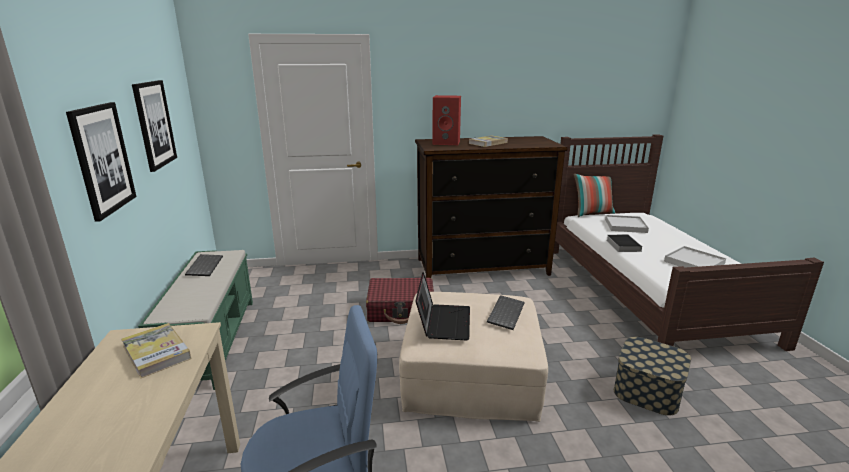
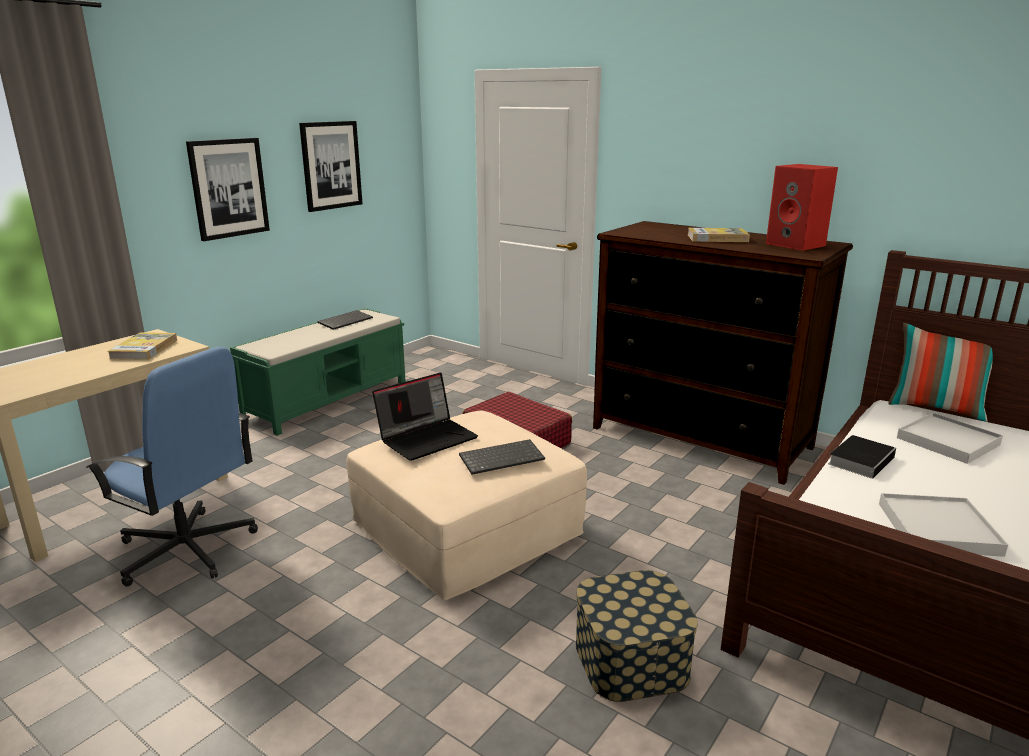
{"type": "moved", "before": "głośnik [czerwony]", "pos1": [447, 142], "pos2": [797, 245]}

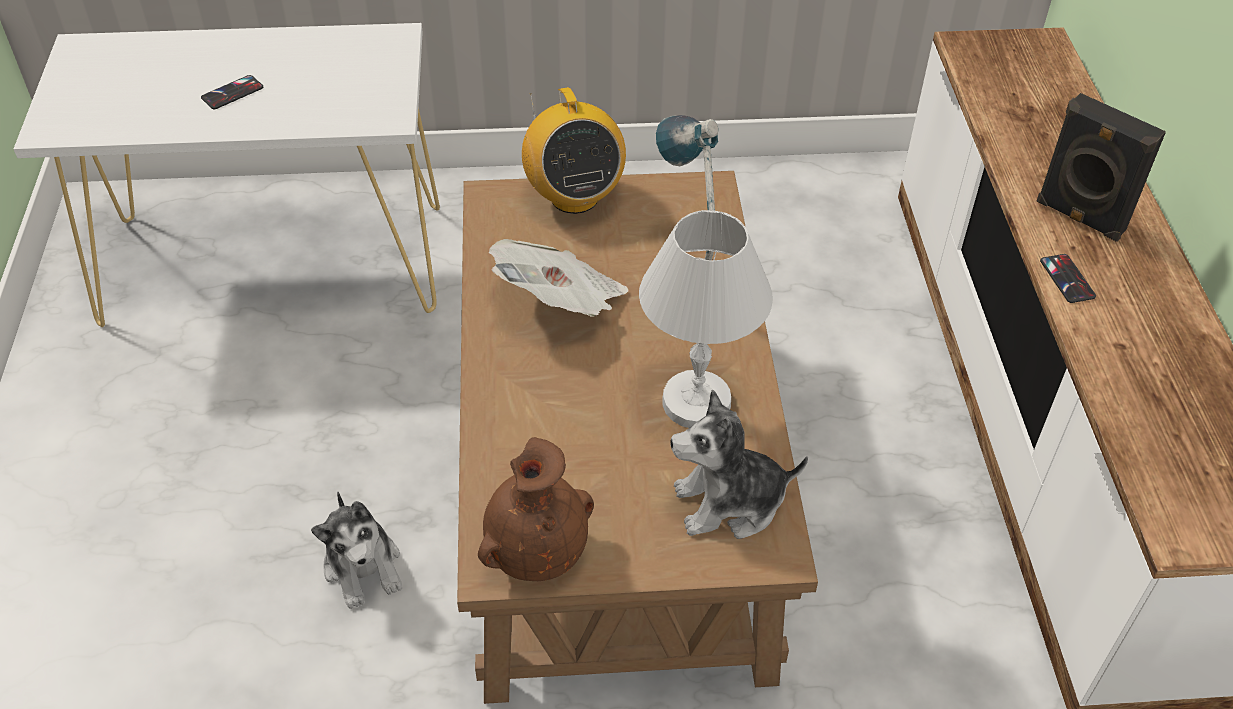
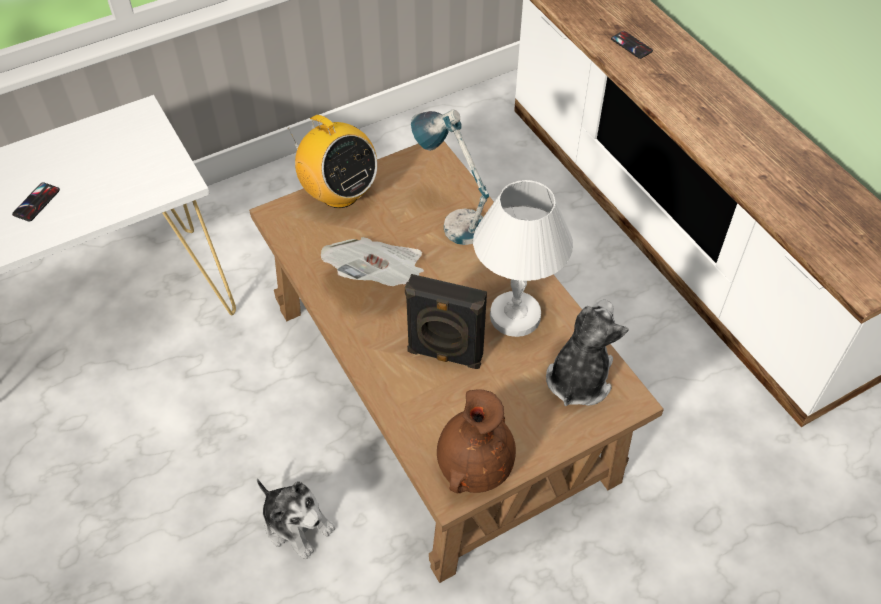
{"type": "moved", "before": "głośnik [czarny]", "pos1": [1079, 218], "pos2": [444, 355]}
{"type": "moved", "before": "telefon", "pos1": [1067, 279], "pos2": [631, 45]}
{"type": "turned", "before": "pluszak", "pos1": [729, 503], "pos2": [578, 378], "turn": 150}

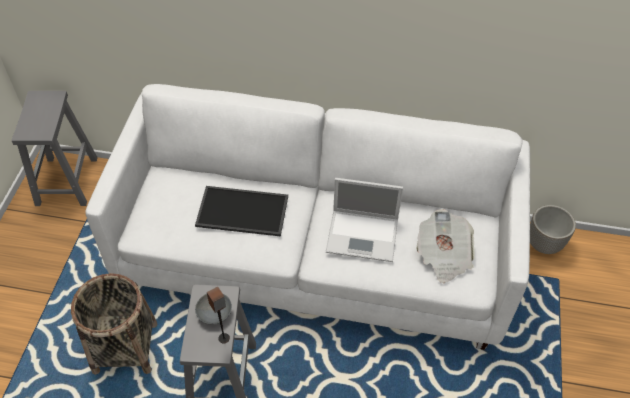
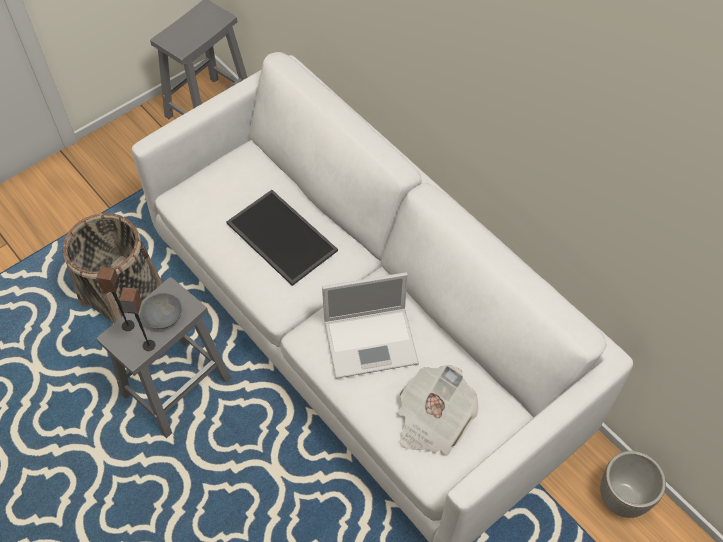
{"type": "turned", "before": "laptop", "pos1": [364, 235], "pos2": [372, 341], "turn": -60}
{"type": "added", "after": "głośnik", "pos2": [127, 325]}

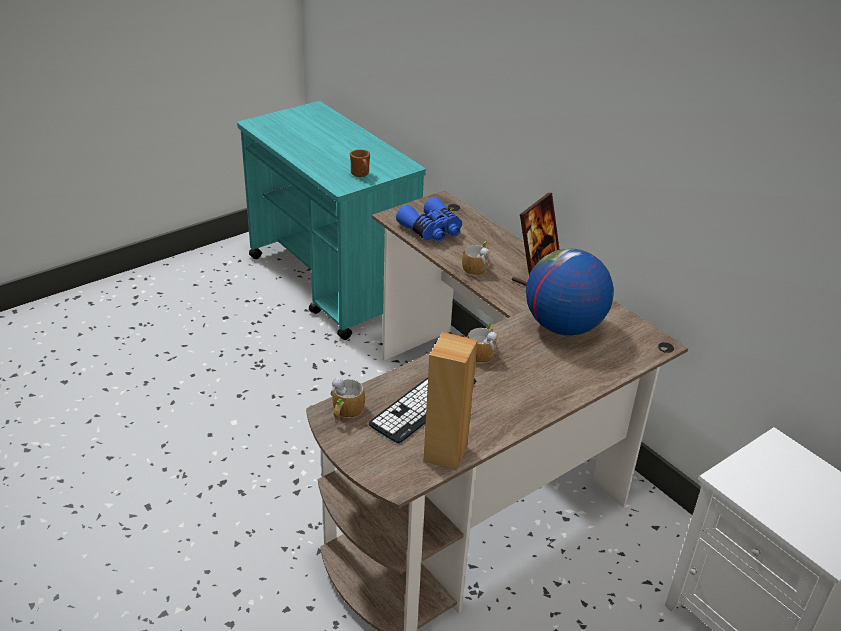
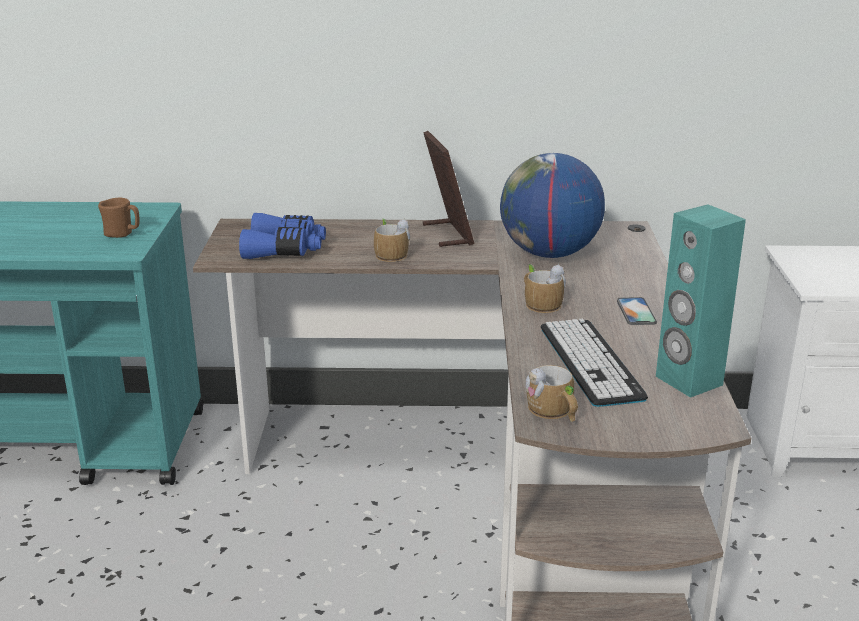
{"type": "recoloured", "before": "głośnik [brązowy]", "after": "głośnik [turkusowy]", "pos1": [445, 453], "pos2": [688, 381]}
{"type": "added", "after": "telefon", "pos2": [636, 312]}

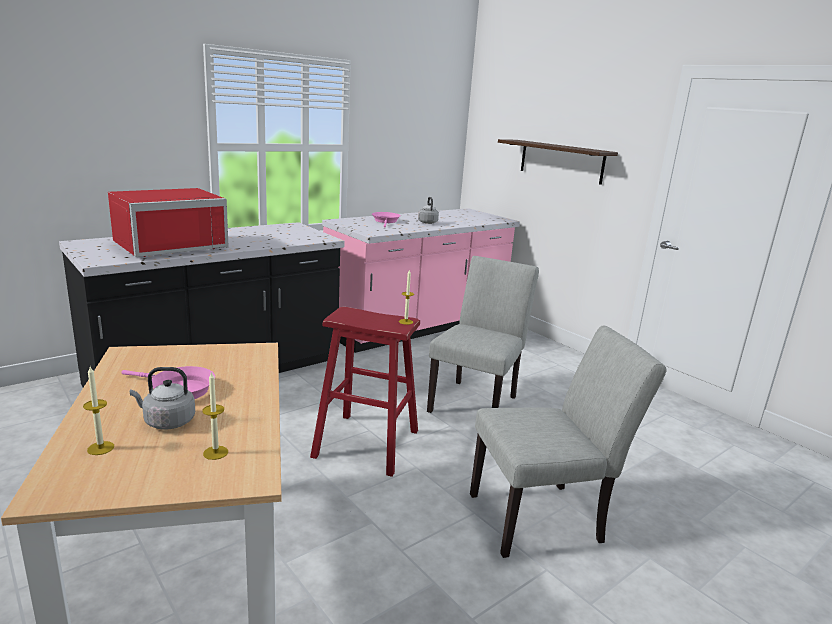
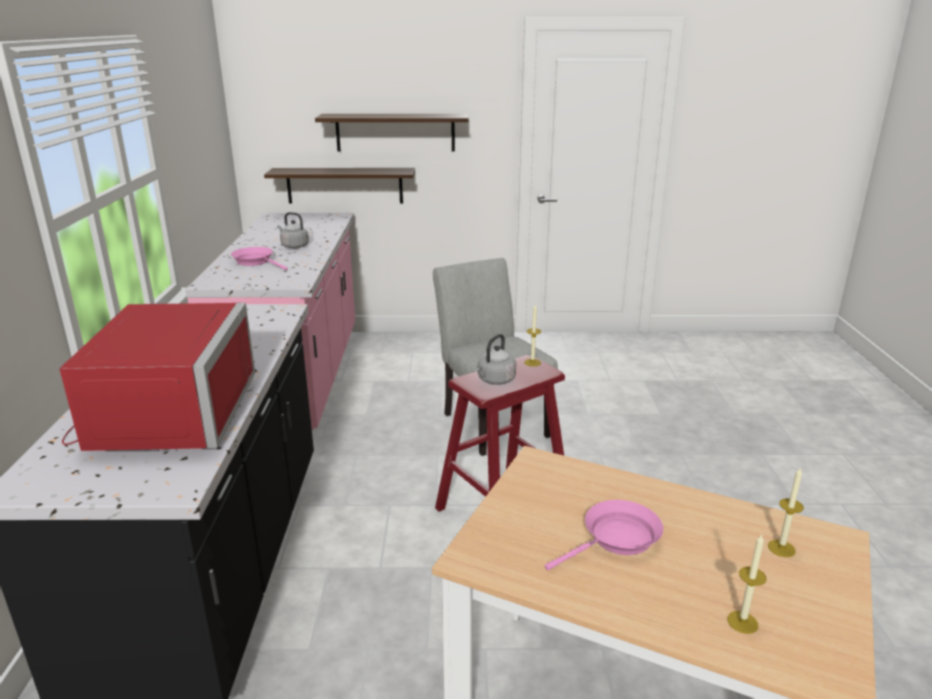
{"type": "removed", "before": "krzesło [szary]", "pos1": [545, 517]}
{"type": "moved", "before": "czajnik [szary]", "pos1": [167, 422], "pos2": [495, 380]}
{"type": "added", "after": "półka", "pos2": [344, 185]}

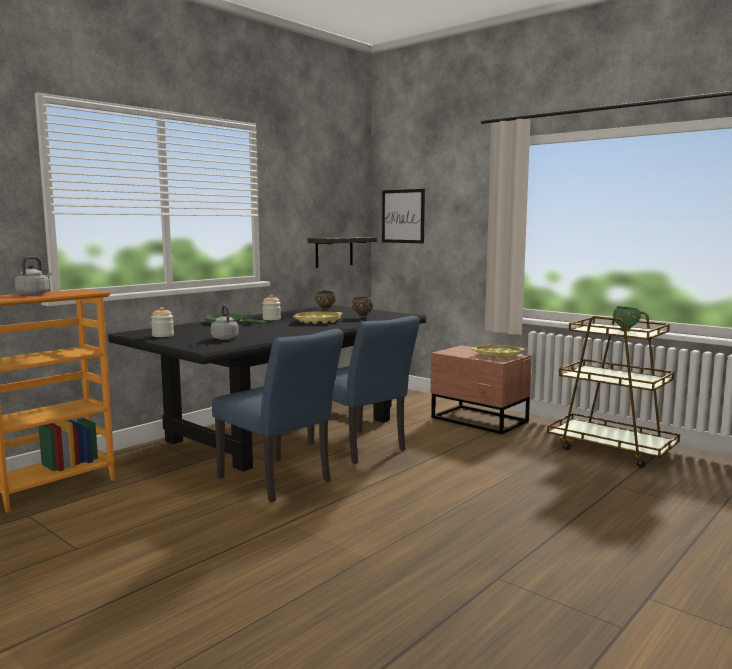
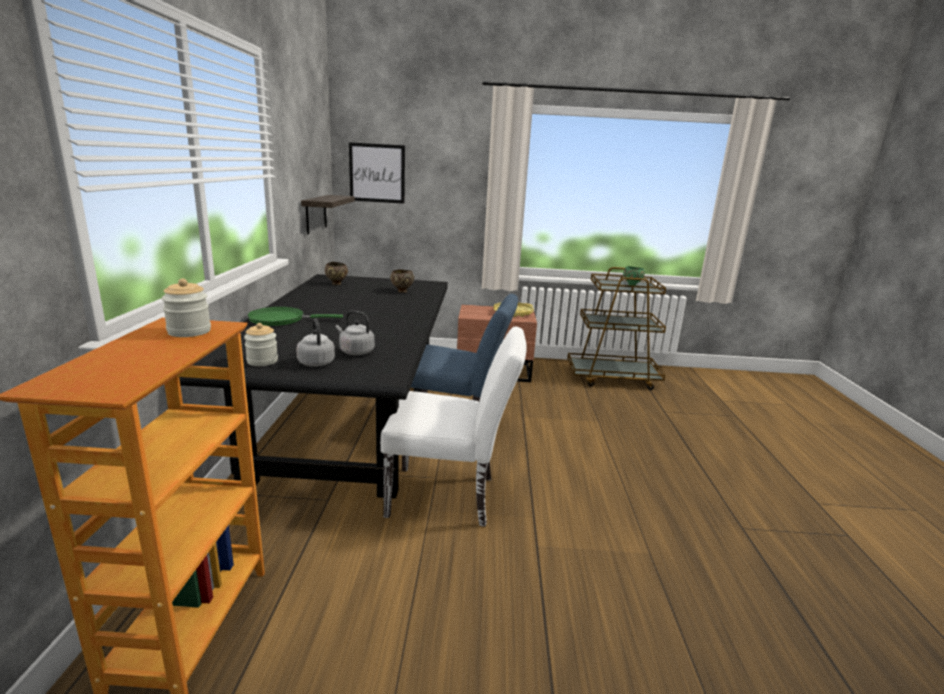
{"type": "moved", "before": "czajnik [szary]", "pos1": [34, 294], "pos2": [316, 362]}
{"type": "moved", "before": "słoik", "pos1": [271, 319], "pos2": [189, 331]}
{"type": "removed", "before": "taca [żółty]", "pos1": [318, 321]}
{"type": "recoloured", "before": "krzesło [niebieski]", "after": "krzesło [biały]", "pos1": [279, 481], "pos2": [451, 497]}

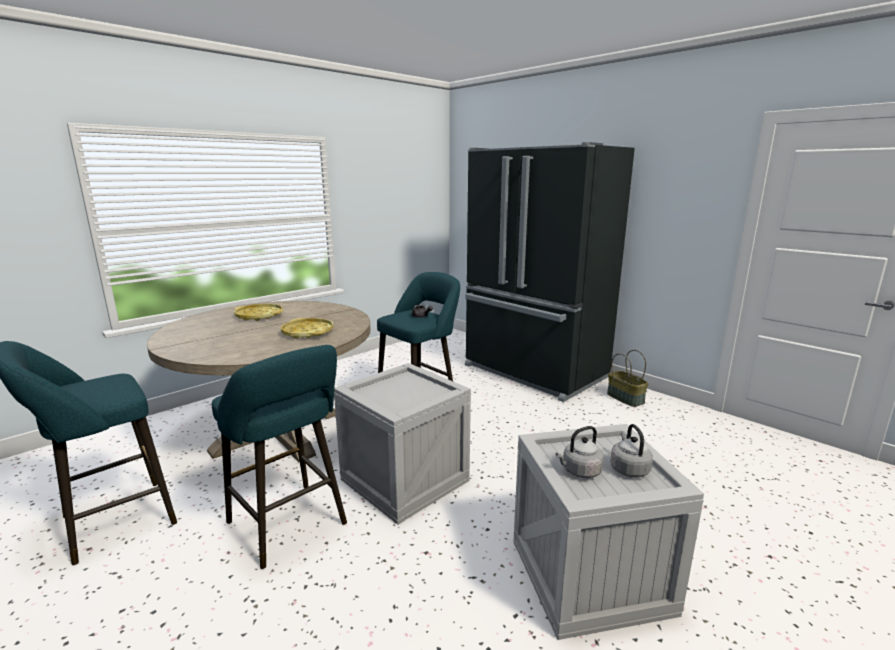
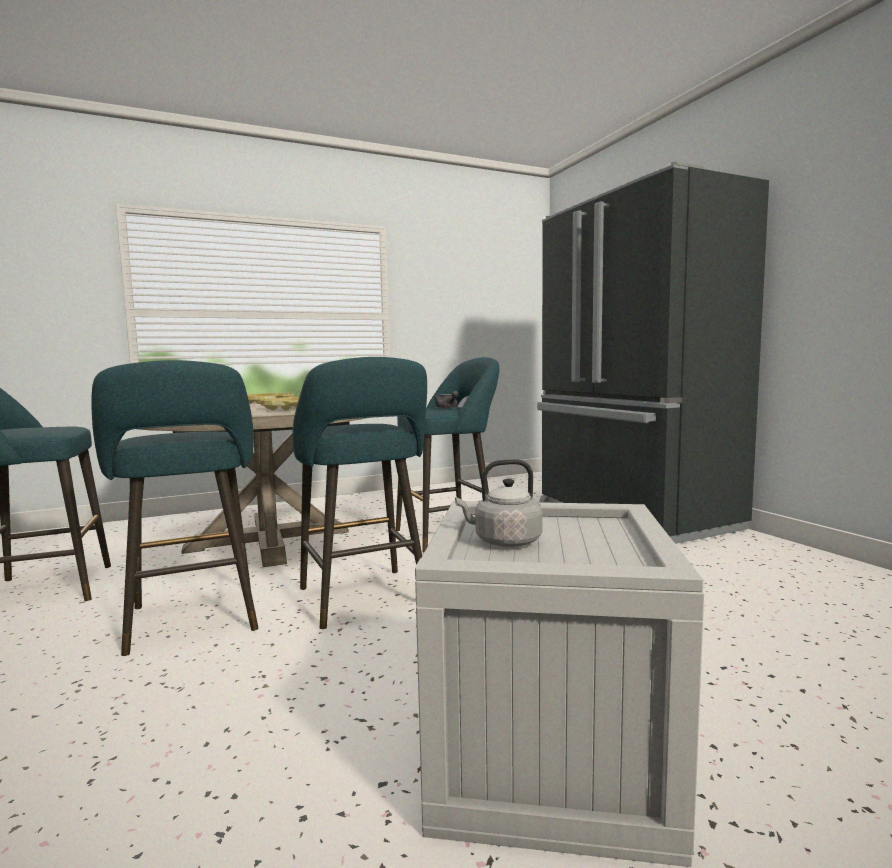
{"type": "removed", "before": "koszyk", "pos1": [626, 398]}
{"type": "replaced", "before": "skrzynka", "after": "stołek [turkusowy]", "pos1": [404, 481], "pos2": [365, 600]}
{"type": "removed", "before": "czajnik [szary]", "pos1": [628, 469]}

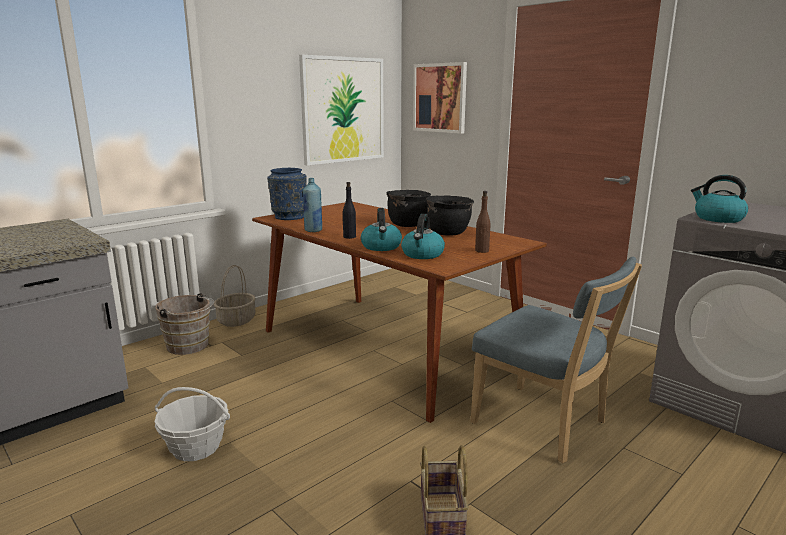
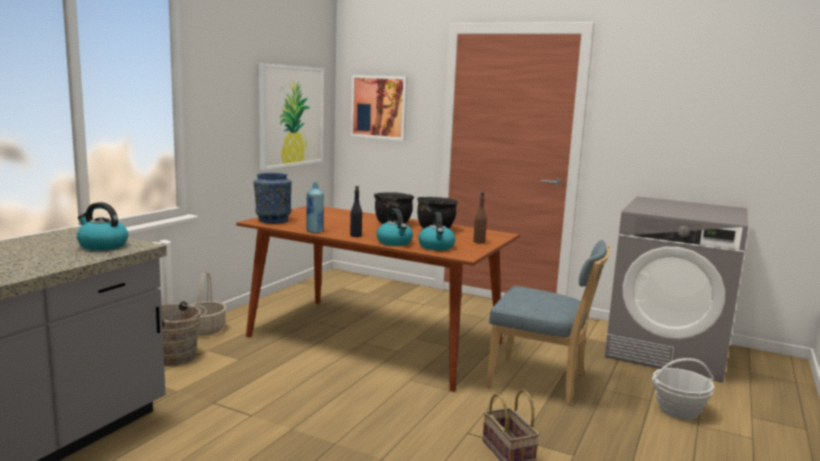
{"type": "moved", "before": "czajnik", "pos1": [717, 218], "pos2": [102, 246]}
{"type": "moved", "before": "koszyk", "pos1": [196, 447], "pos2": [678, 410]}

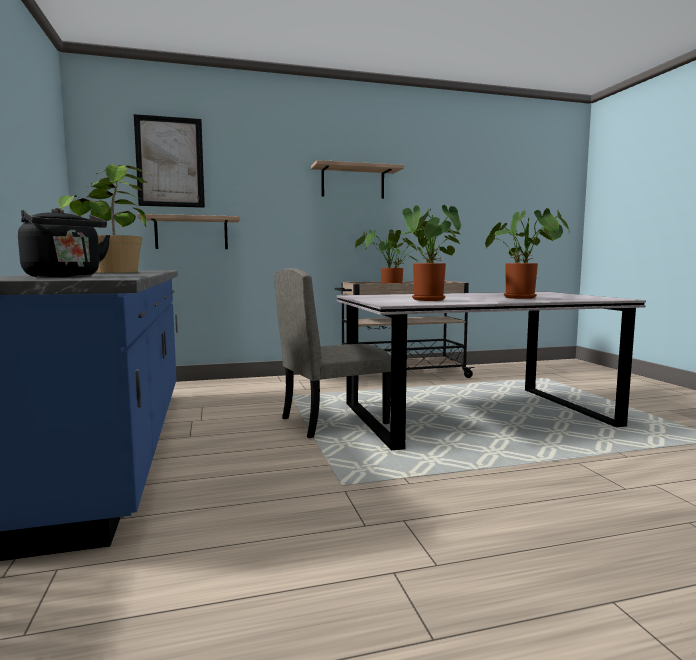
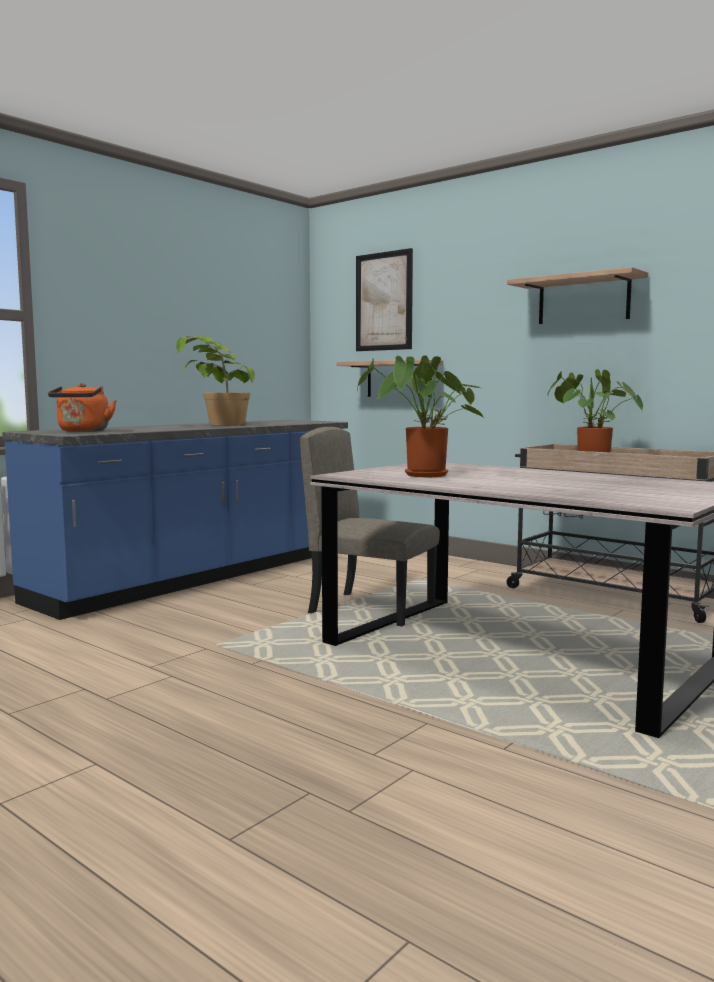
{"type": "recoloured", "before": "czajnik [czarny]", "after": "czajnik [pomarańczowy]", "pos1": [65, 277], "pos2": [83, 431]}
{"type": "removed", "before": "roślina doniczkowa", "pos1": [524, 298]}

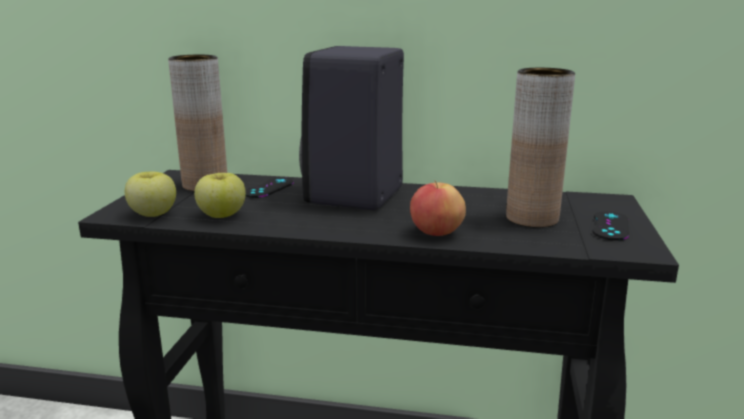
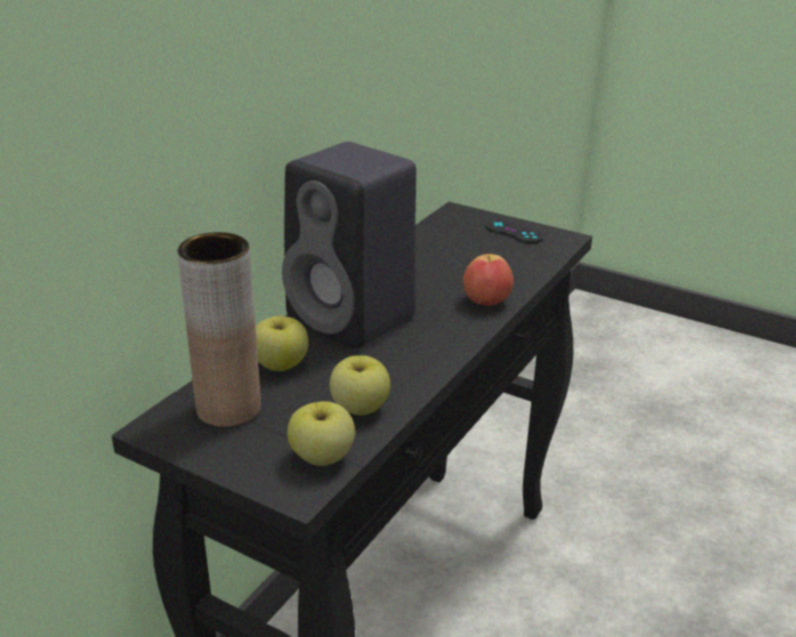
{"type": "removed", "before": "wazon [brązowy]", "pos1": [532, 218]}
{"type": "replaced", "before": "pad do gier [czarny]", "after": "jabłko", "pos1": [269, 188], "pos2": [280, 365]}

